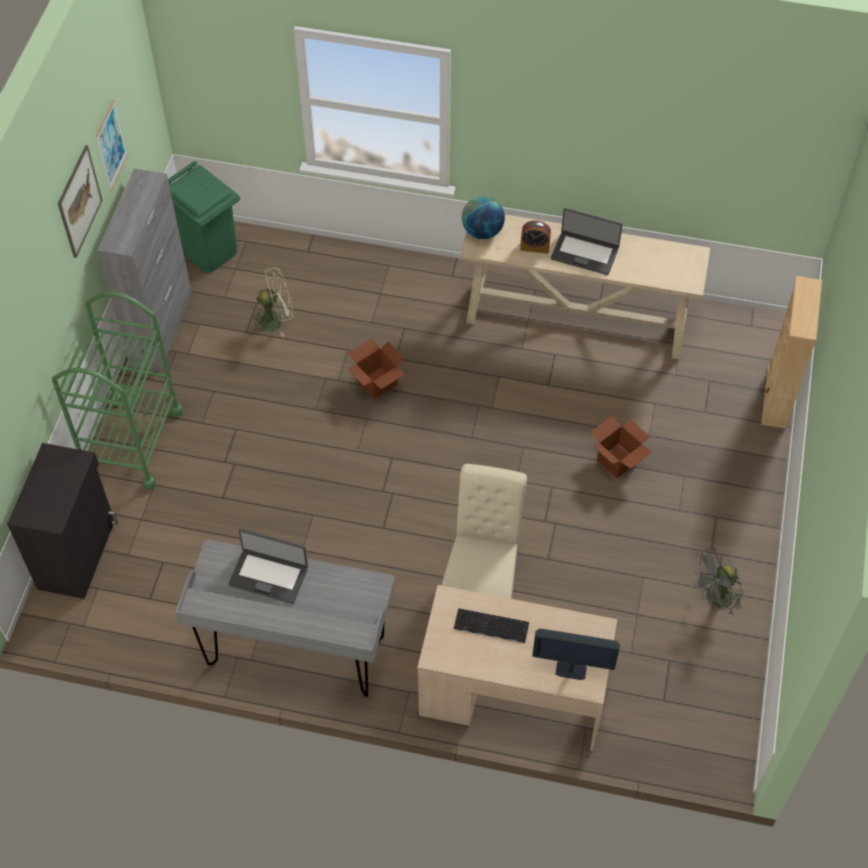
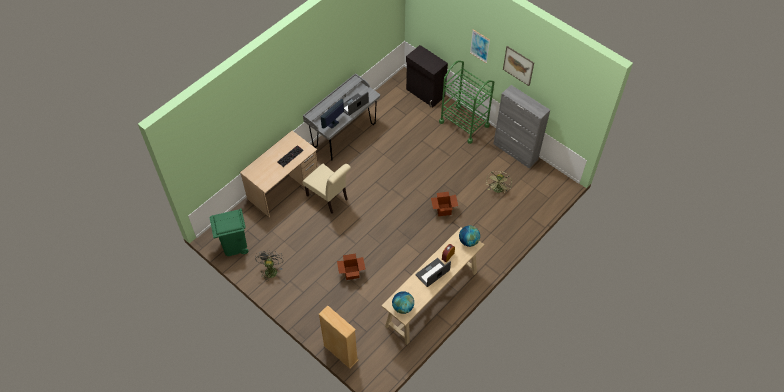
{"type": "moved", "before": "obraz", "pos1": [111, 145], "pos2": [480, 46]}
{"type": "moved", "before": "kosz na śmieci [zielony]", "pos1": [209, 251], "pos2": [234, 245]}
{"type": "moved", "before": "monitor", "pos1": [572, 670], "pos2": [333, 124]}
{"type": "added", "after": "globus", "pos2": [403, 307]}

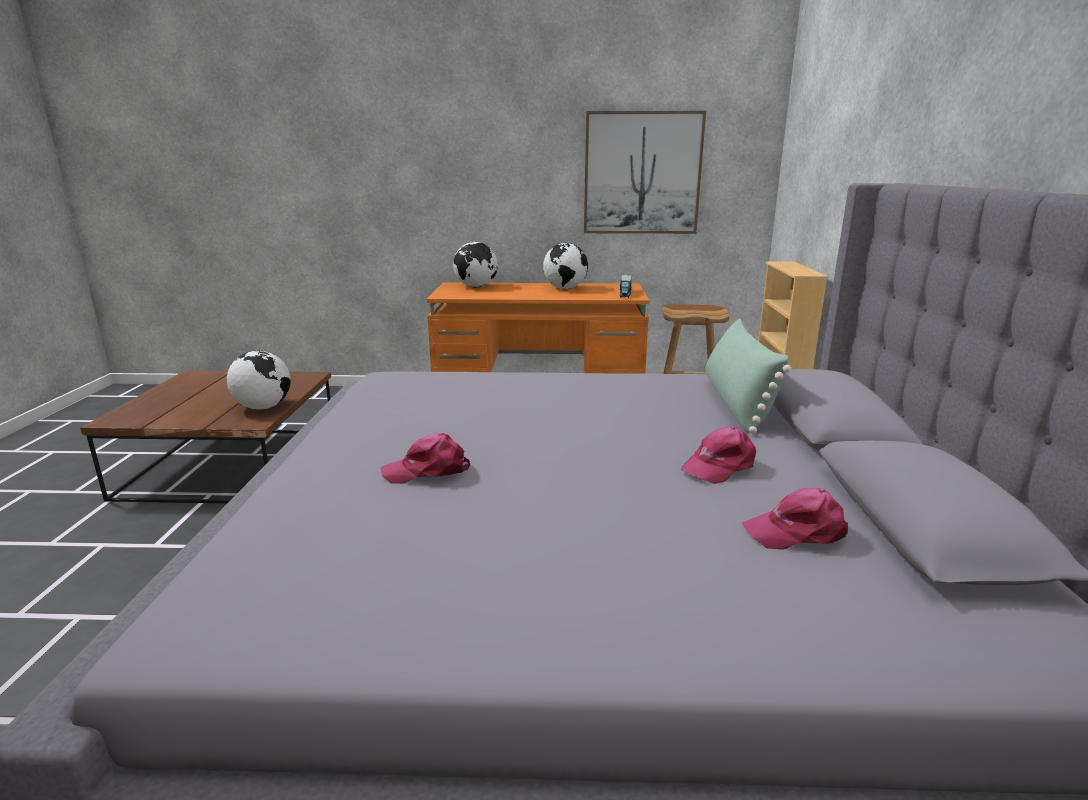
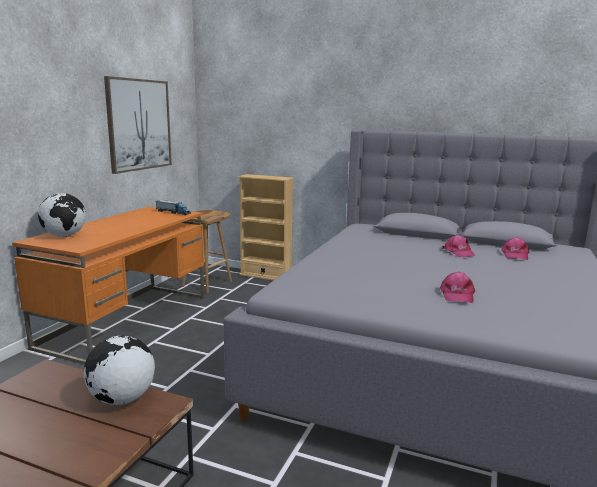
{"type": "removed", "before": "globus", "pos1": [565, 288]}
{"type": "removed", "before": "poduszka [zielony]", "pos1": [737, 403]}

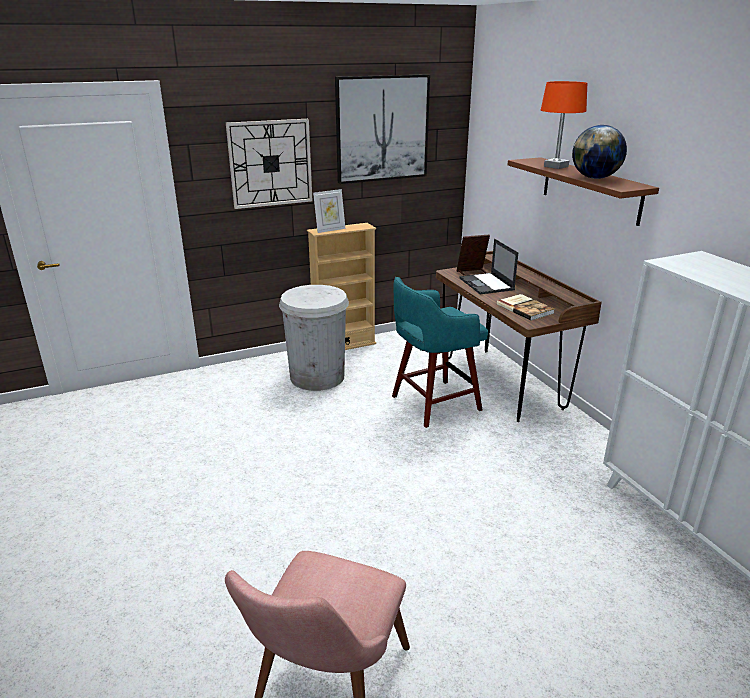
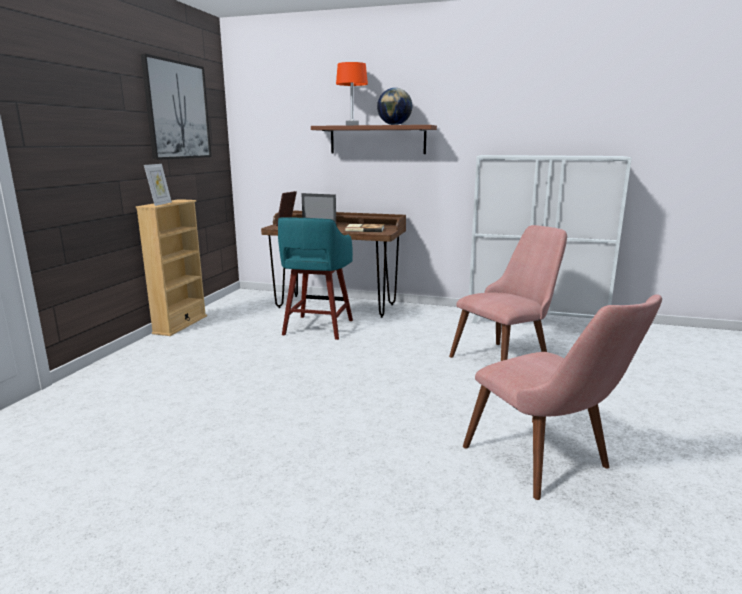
{"type": "removed", "before": "zegar ścienny", "pos1": [270, 163]}
{"type": "removed", "before": "kosz na śmieci [biały]", "pos1": [317, 377]}
{"type": "added", "after": "krzesło [różowy]", "pos2": [507, 358]}

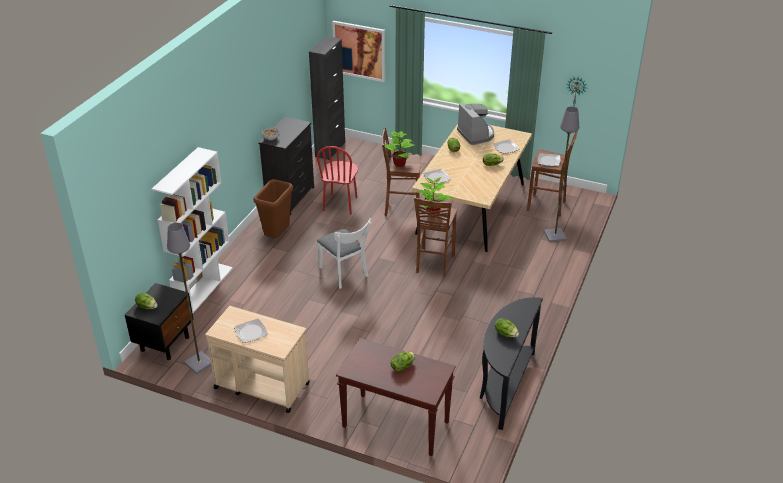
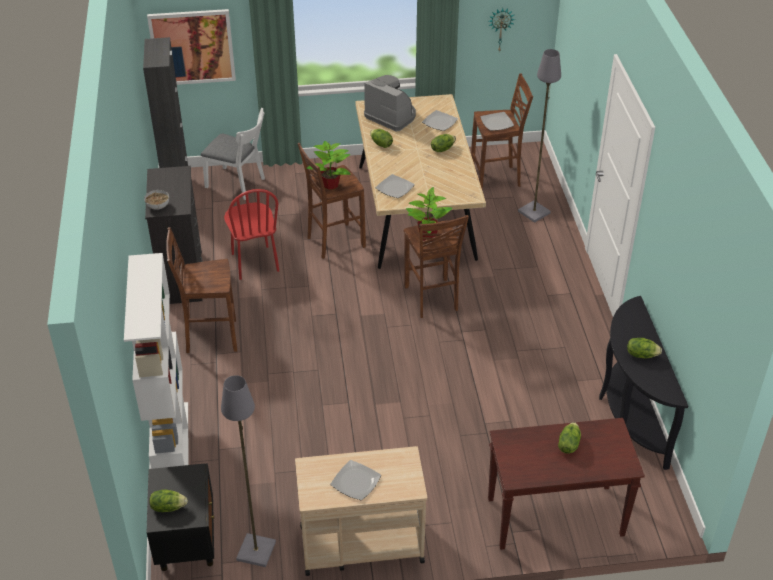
{"type": "replaced", "before": "kosz na śmieci [brązowy]", "after": "stołek [brązowy]", "pos1": [277, 236], "pos2": [209, 337]}
{"type": "moved", "before": "krzesło [biały]", "pos1": [345, 274], "pos2": [239, 184]}

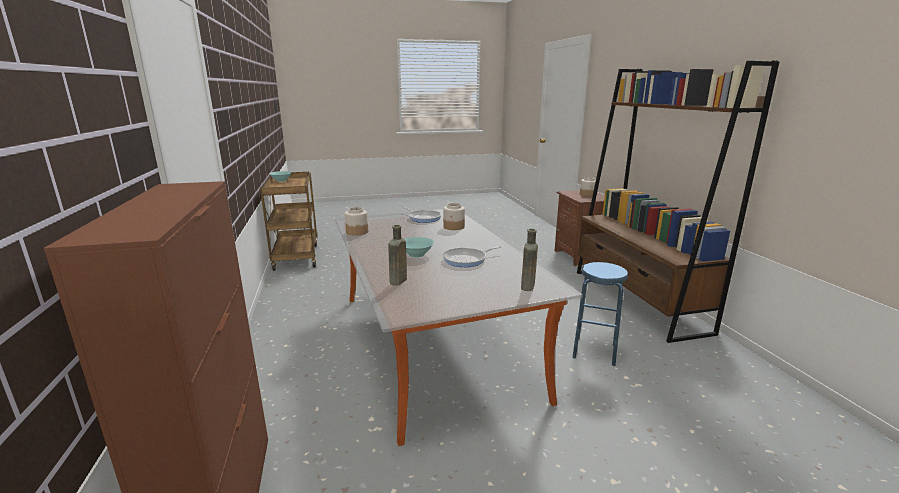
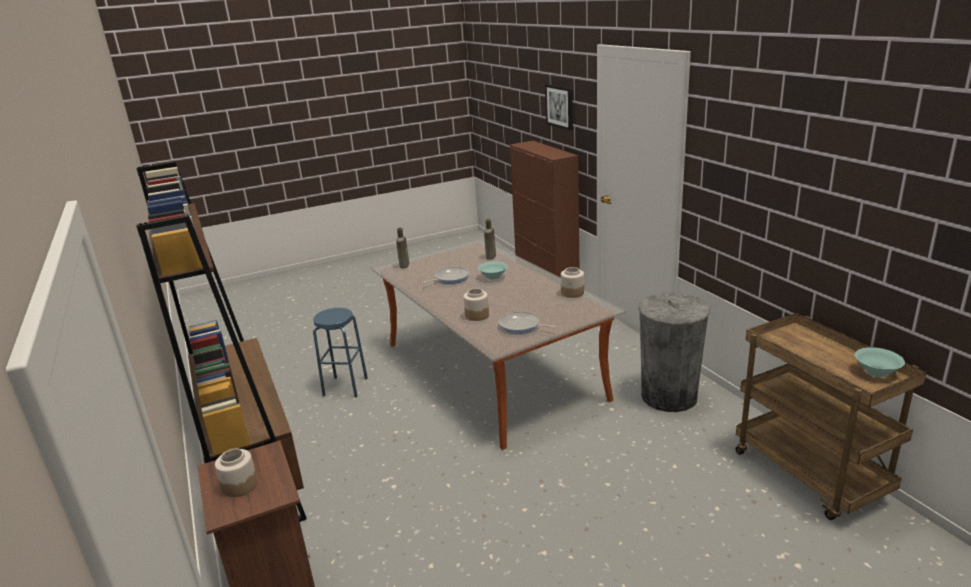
{"type": "added", "after": "obraz", "pos2": [560, 106]}
{"type": "added", "after": "kosz na śmieci [szary]", "pos2": [669, 396]}

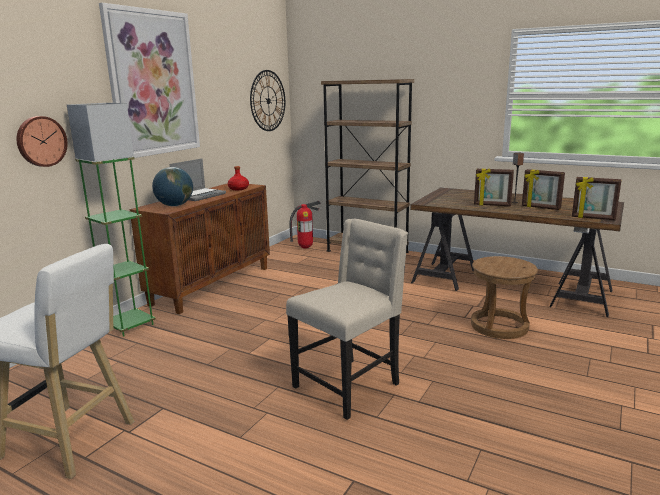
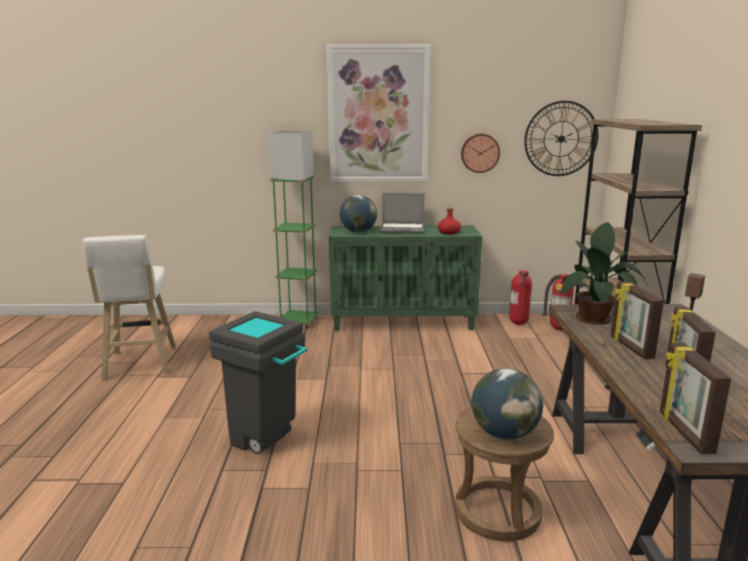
{"type": "moved", "before": "zegar ścienny", "pos1": [41, 141], "pos2": [480, 153]}
{"type": "recoloured", "before": "szafka [brązowy]", "after": "szafka [zielony]", "pos1": [212, 285], "pos2": [404, 322]}
{"type": "replaced", "before": "krzesło [beżowy]", "after": "kosz na śmieci [szary]", "pos1": [348, 386], "pos2": [267, 441]}
{"type": "added", "after": "roślina doniczkowa", "pos2": [595, 317]}
{"type": "added", "after": "gaśnica", "pos2": [519, 324]}
{"type": "added", "after": "globus", "pos2": [503, 434]}

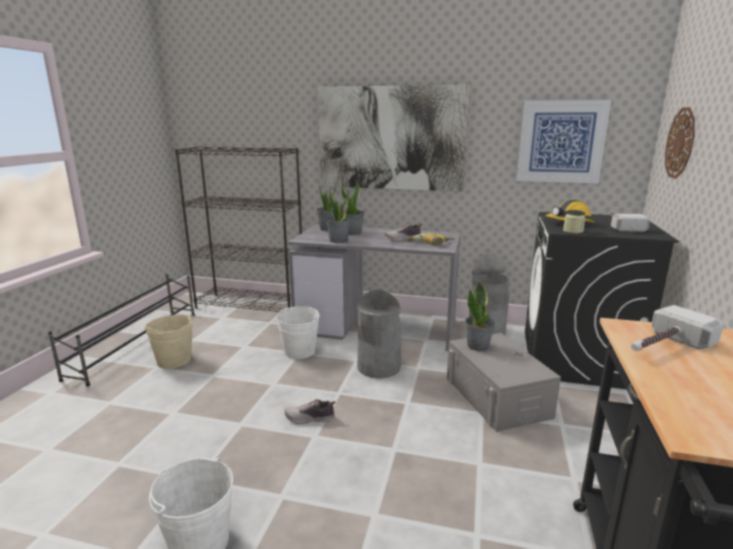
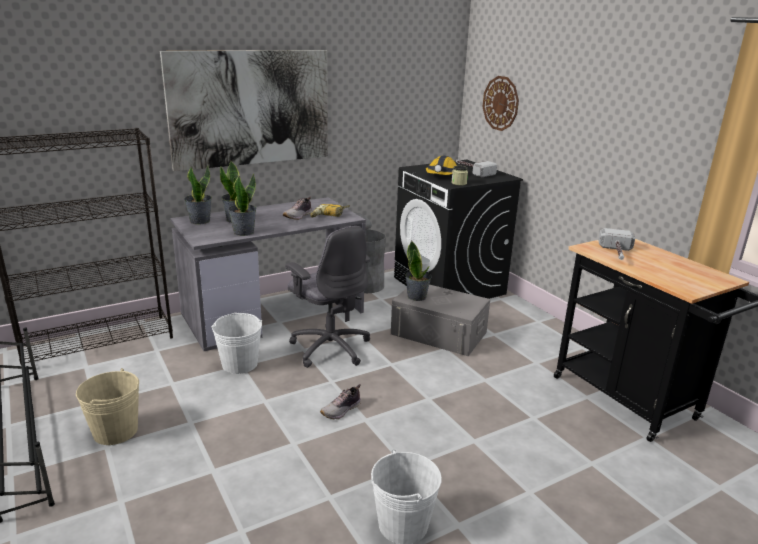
{"type": "removed", "before": "obraz", "pos1": [561, 142]}
{"type": "replaced", "before": "kosz na śmieci [szary]", "after": "krzesło biurowe [szary]", "pos1": [378, 367], "pos2": [330, 347]}

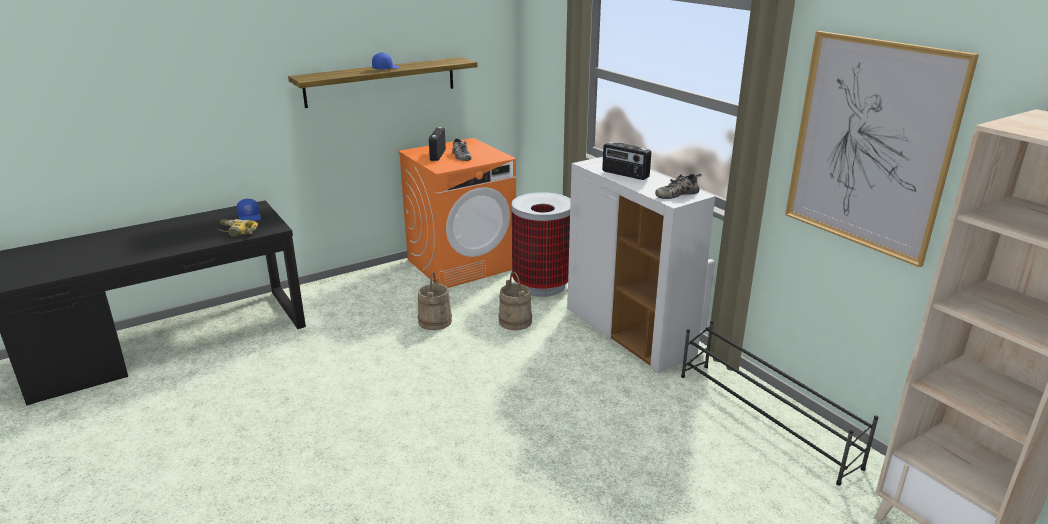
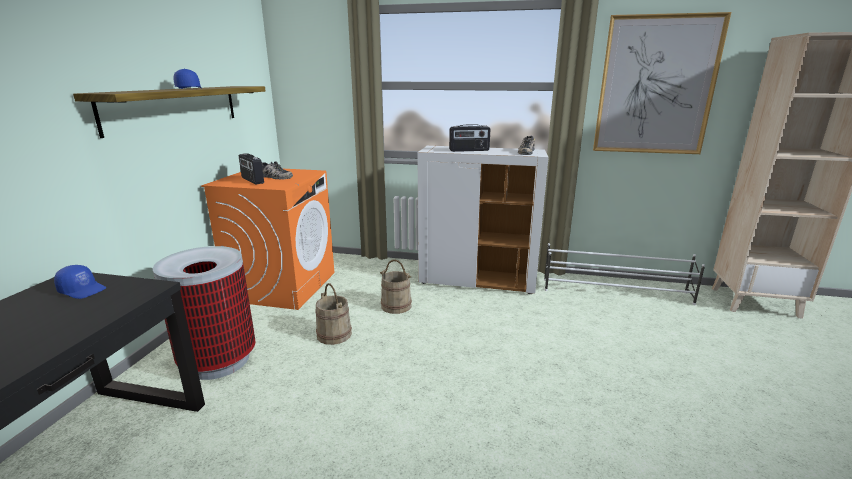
{"type": "moved", "before": "kosz na śmieci", "pos1": [541, 285], "pos2": [218, 361]}
{"type": "removed", "before": "wiertarka", "pos1": [236, 232]}
{"type": "recoloured", "before": "regał na buty [czarny]", "after": "regał na buty [biały]", "pos1": [765, 419], "pos2": [616, 291]}

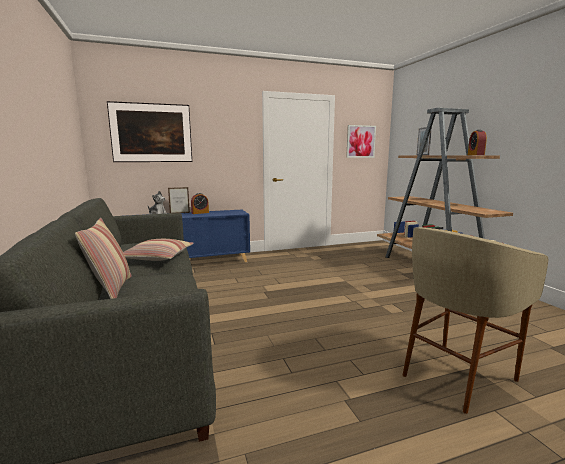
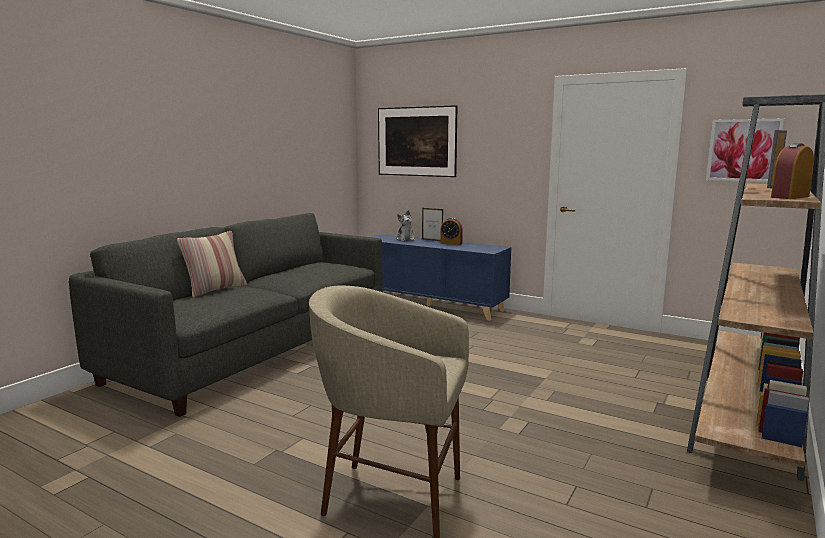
{"type": "removed", "before": "poduszka", "pos1": [158, 257]}

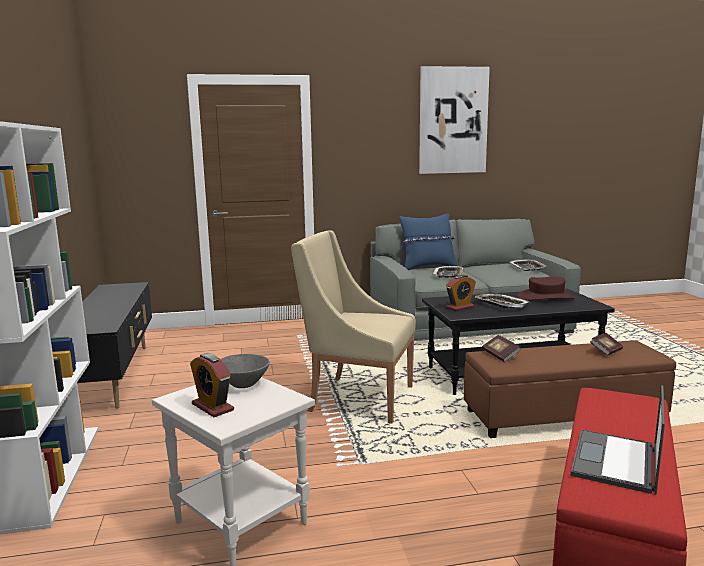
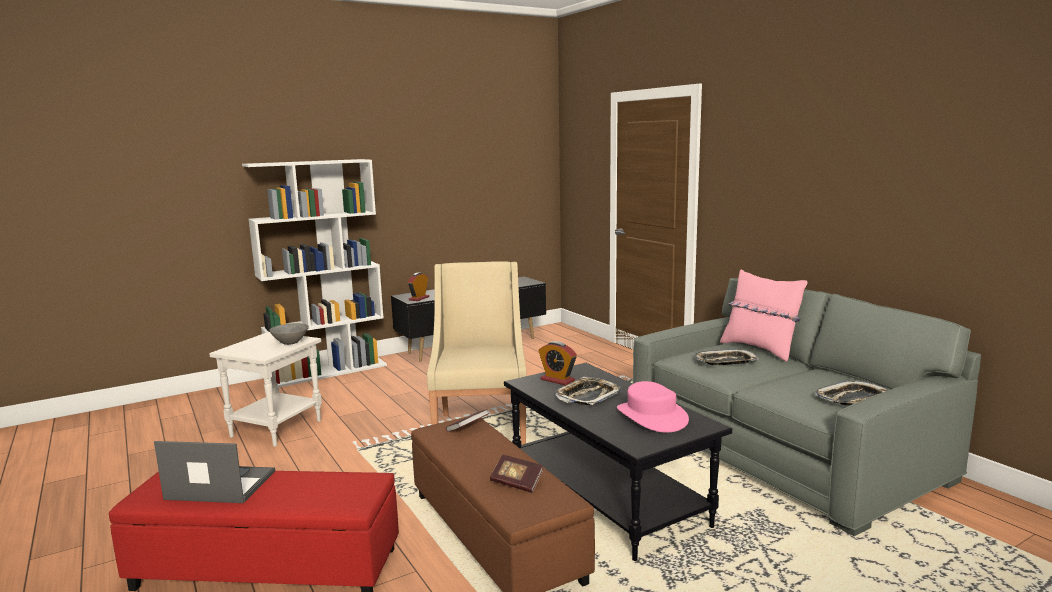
{"type": "removed", "before": "obraz", "pos1": [453, 121]}
{"type": "recoloured", "before": "poduszka [niebieski]", "after": "poduszka [różowy]", "pos1": [428, 267], "pos2": [760, 349]}
{"type": "recoloured", "before": "kapelusz [brązowy]", "after": "kapelusz [różowy]", "pos1": [545, 297], "pos2": [651, 416]}
{"type": "moved", "before": "budzik", "pos1": [212, 407], "pos2": [419, 298]}

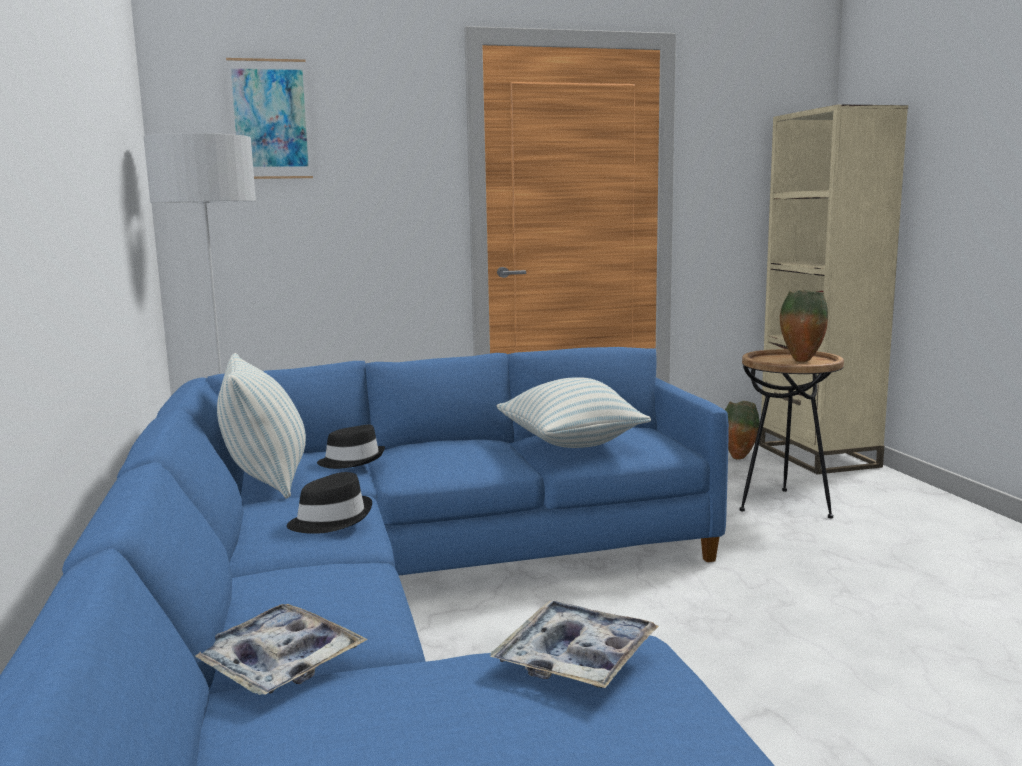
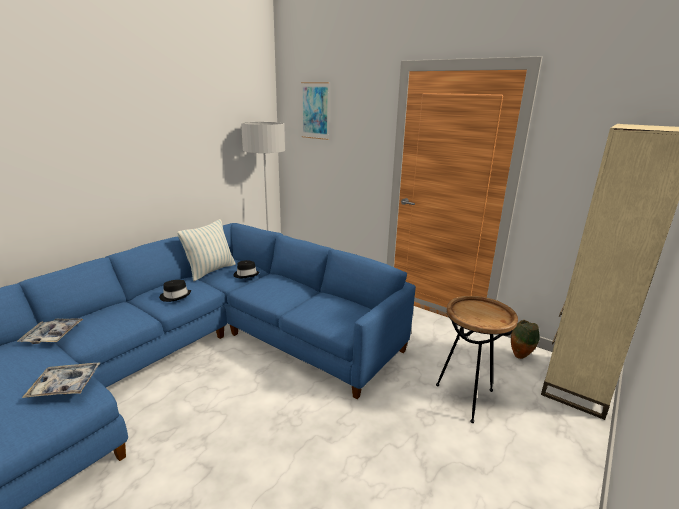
{"type": "removed", "before": "wazon", "pos1": [801, 361]}
{"type": "removed", "before": "poduszka", "pos1": [571, 444]}

